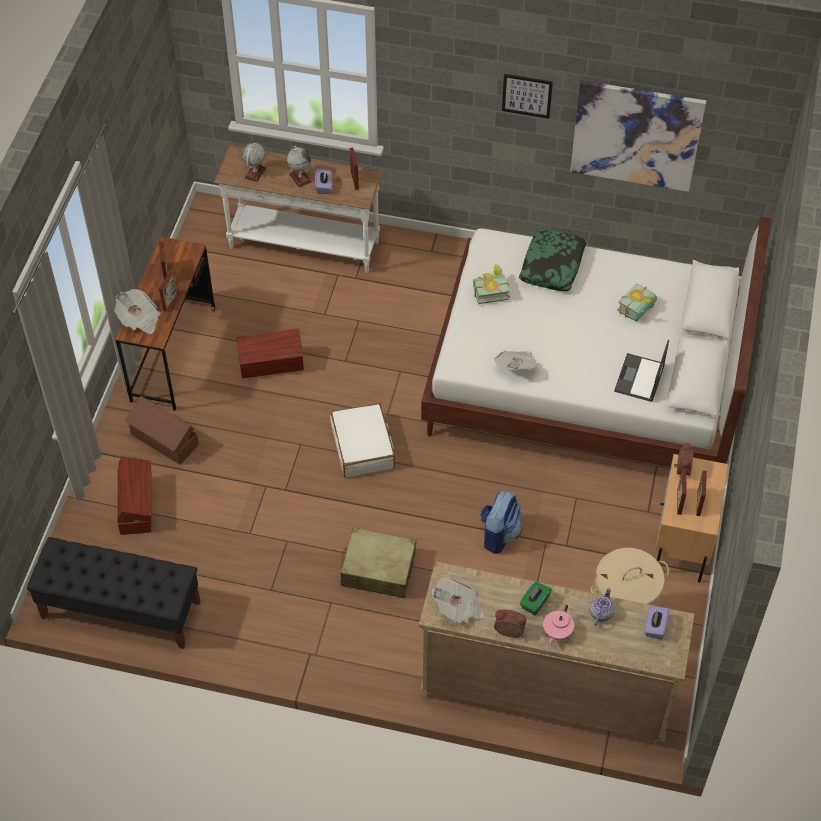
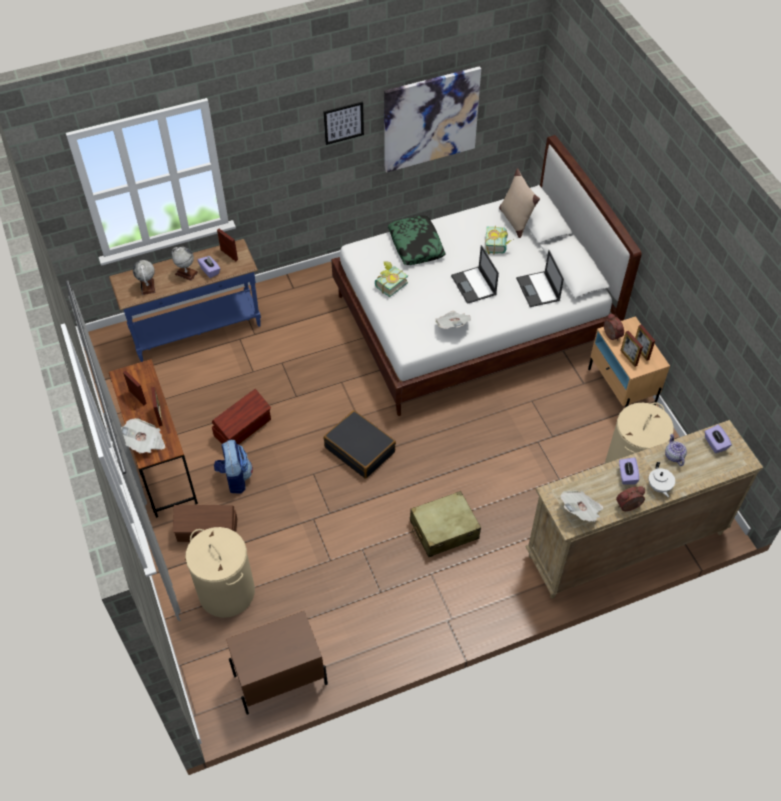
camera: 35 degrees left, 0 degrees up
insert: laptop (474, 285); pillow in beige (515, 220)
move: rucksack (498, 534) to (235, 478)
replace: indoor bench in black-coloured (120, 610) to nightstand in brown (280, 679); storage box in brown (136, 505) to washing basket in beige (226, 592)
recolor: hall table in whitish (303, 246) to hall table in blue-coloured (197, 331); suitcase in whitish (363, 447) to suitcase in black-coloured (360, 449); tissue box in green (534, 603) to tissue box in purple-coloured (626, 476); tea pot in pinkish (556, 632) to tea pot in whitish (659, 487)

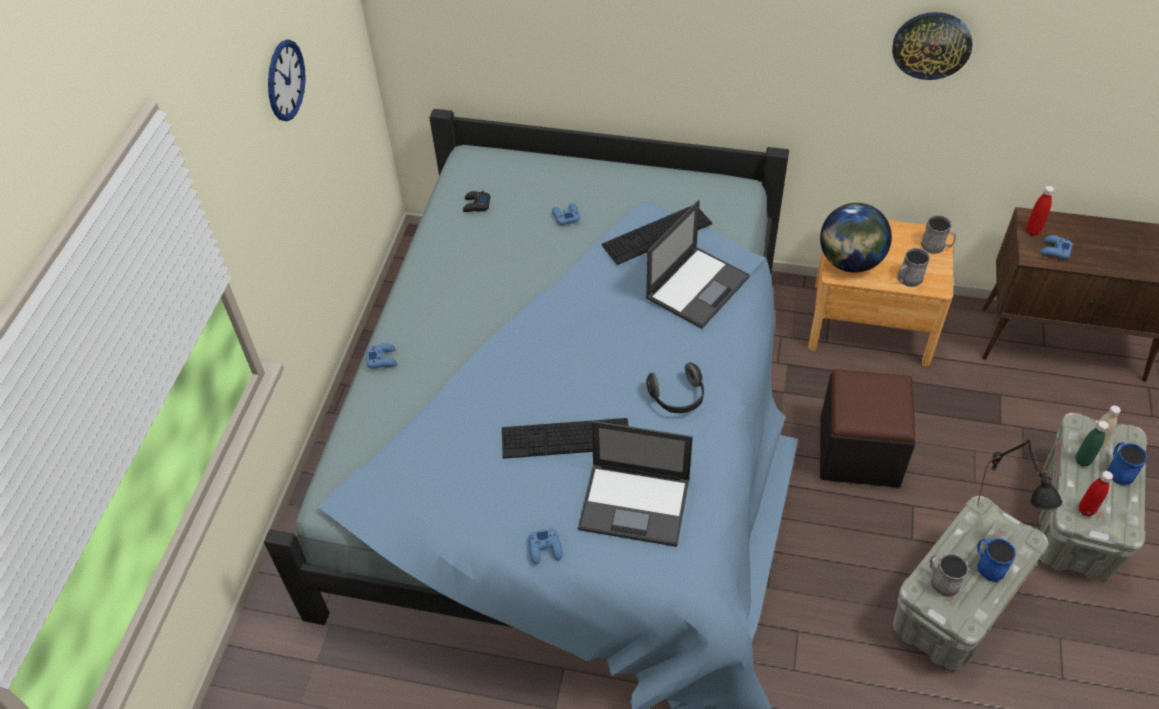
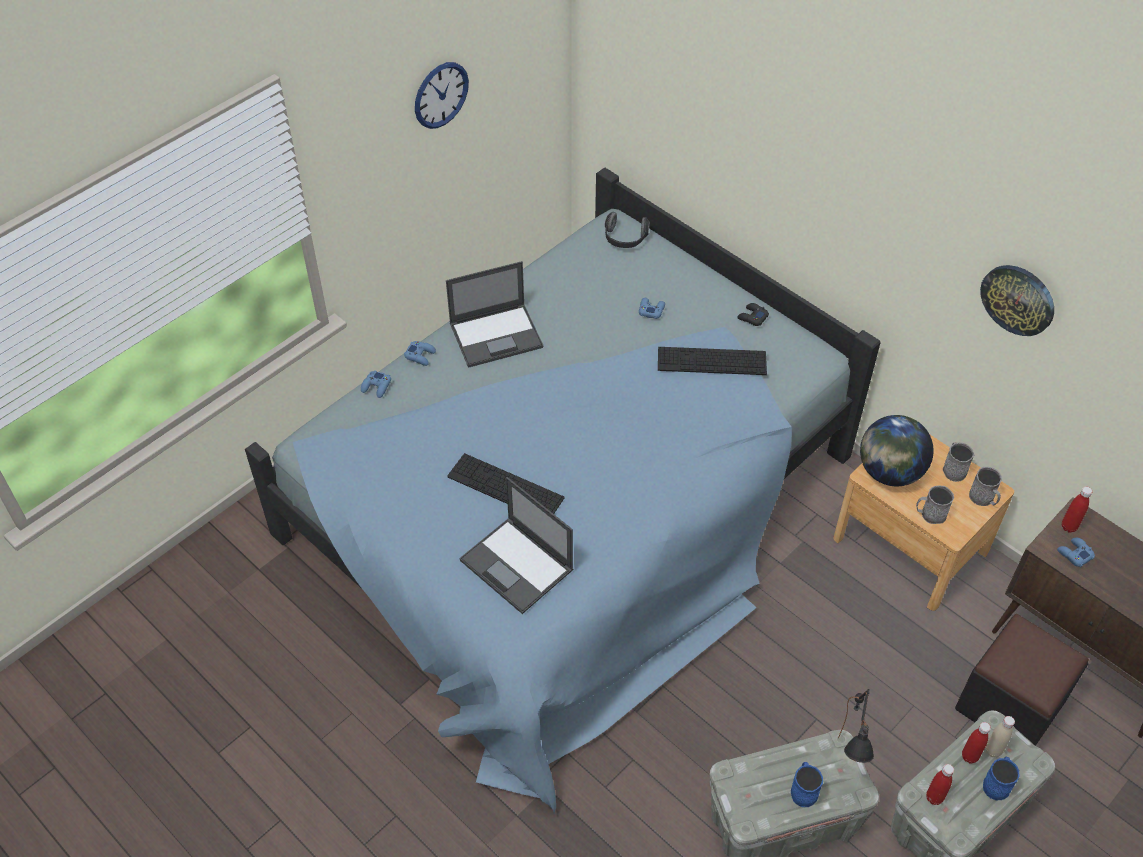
camera: 30 degrees right, 0 degrees up
move: joypad in black-coloured (476, 205) to (752, 317); joypad in blue-coloured (545, 549) to (376, 387); laptop (698, 286) to (497, 335); pair of headphones (677, 398) to (625, 239); pouffe in black-coloured (859, 451) to (1010, 705); coffee mug in greyish (941, 581) to (953, 468)
recolor: beverage bottle in green (1082, 460) to beverage bottle in red-coloured (969, 756)

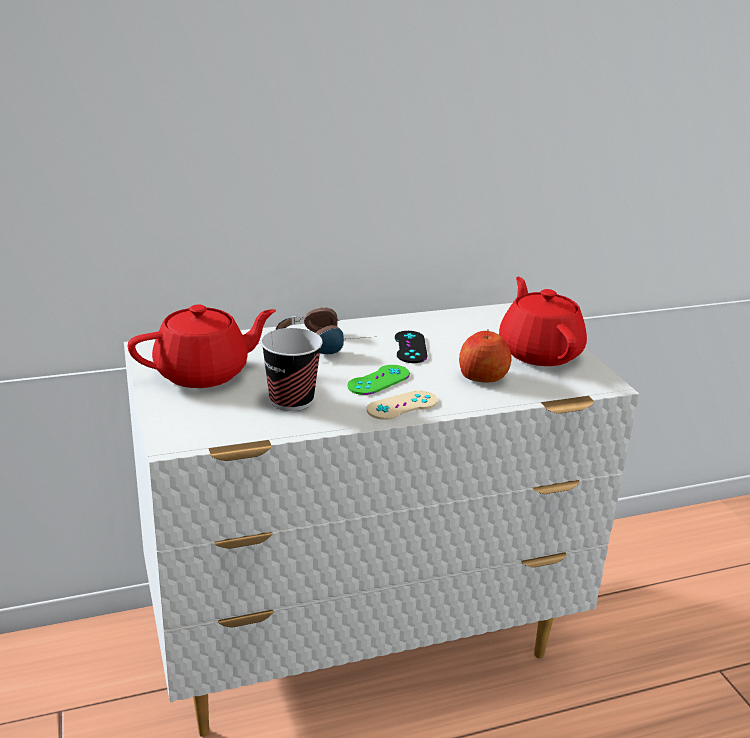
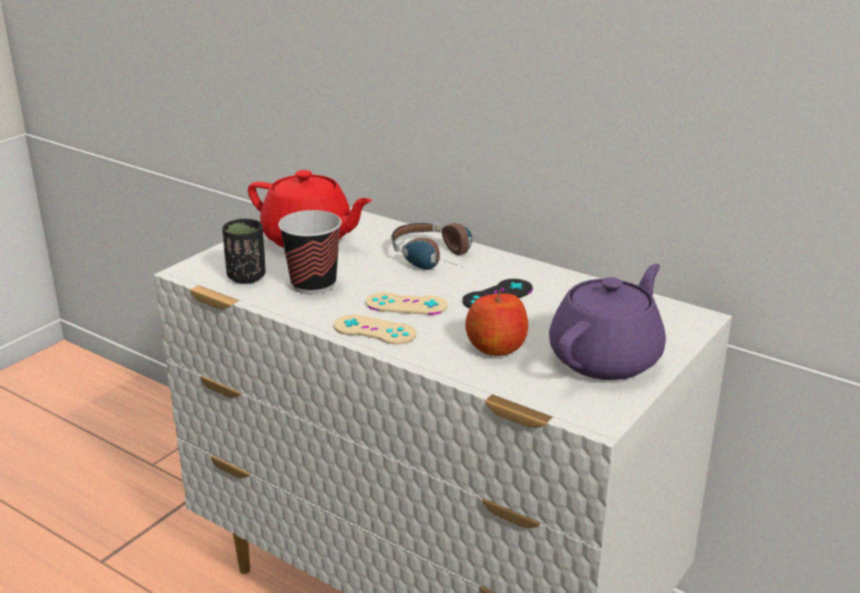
camera: 55 degrees right, 0 degrees up
insert: drinking cup in black-coloured (246, 277)
recolor: joypad in green (378, 380) to joypad in beige (406, 304); tea pot in red-coloured (539, 352) to tea pot in purple-coloured (607, 359)

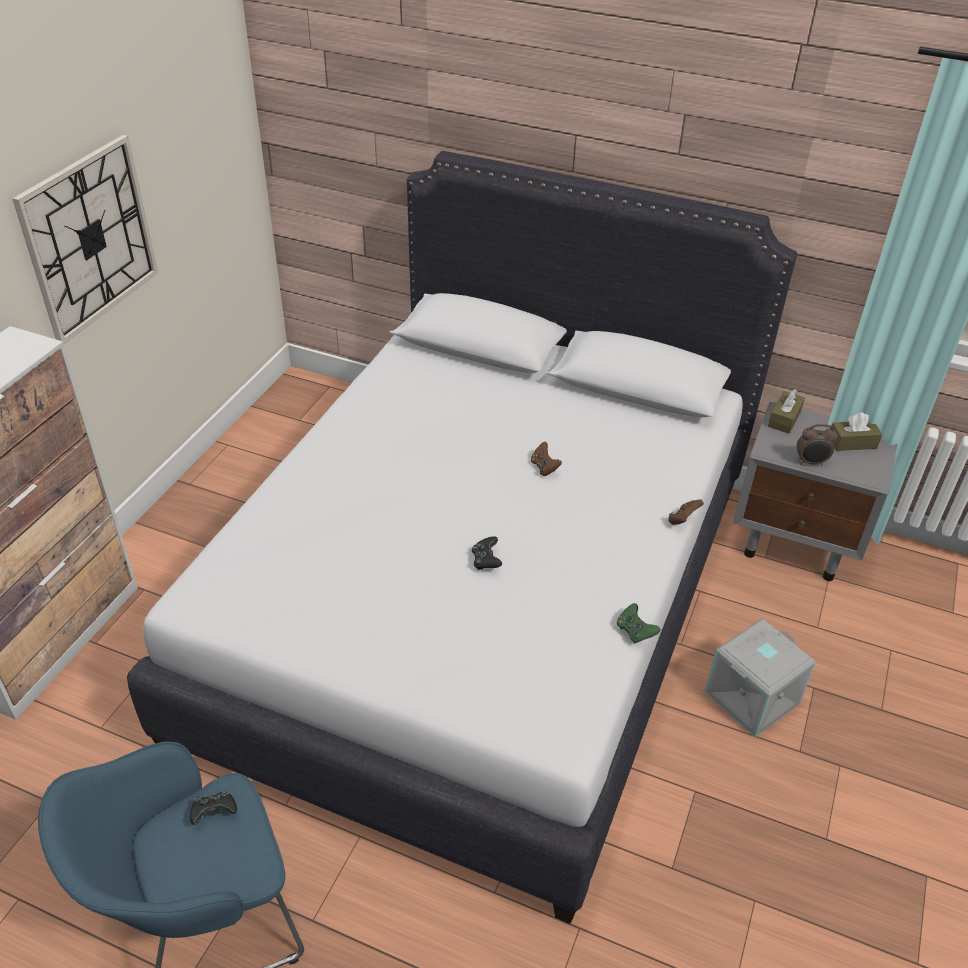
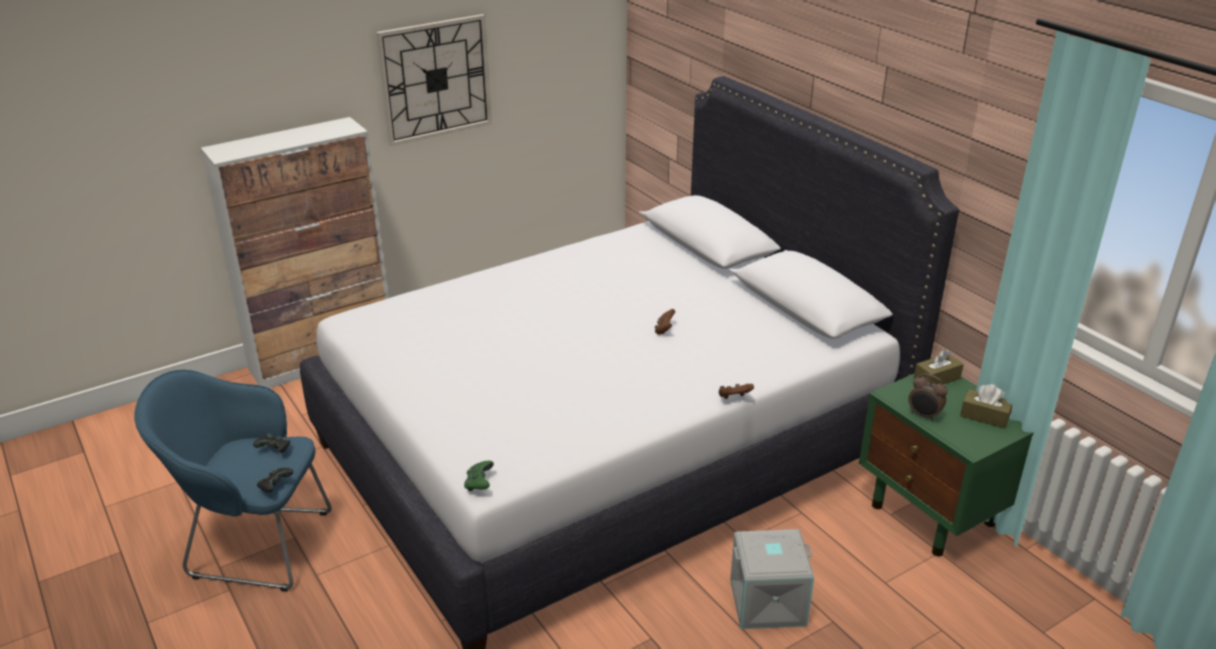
camera: 35 degrees right, 10 degrees down
move: joypad in black-coloured (486, 561) to (275, 486); joypad in green (635, 631) to (479, 484)
recolor: nightstand in greyish (796, 542) to nightstand in green (934, 515)

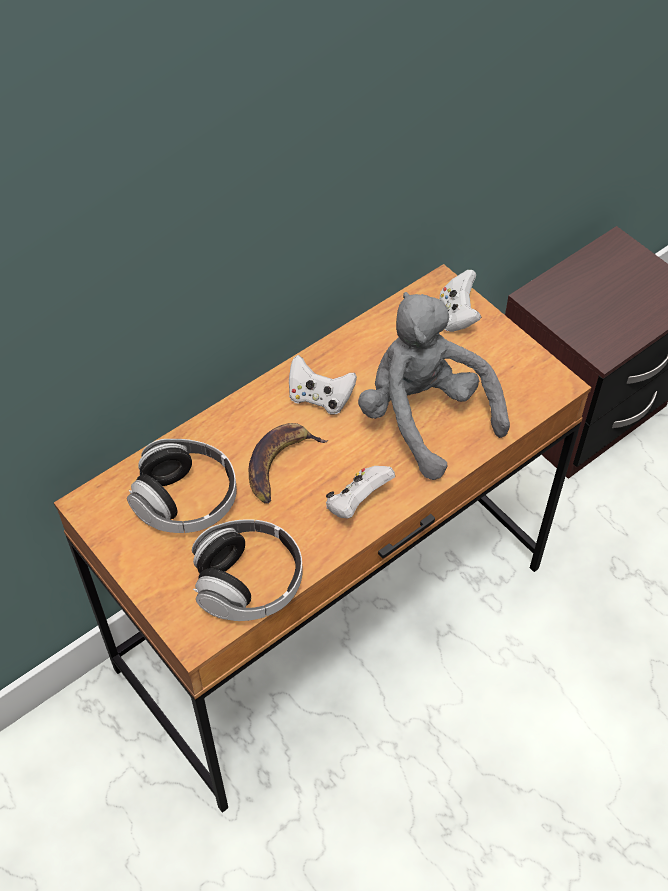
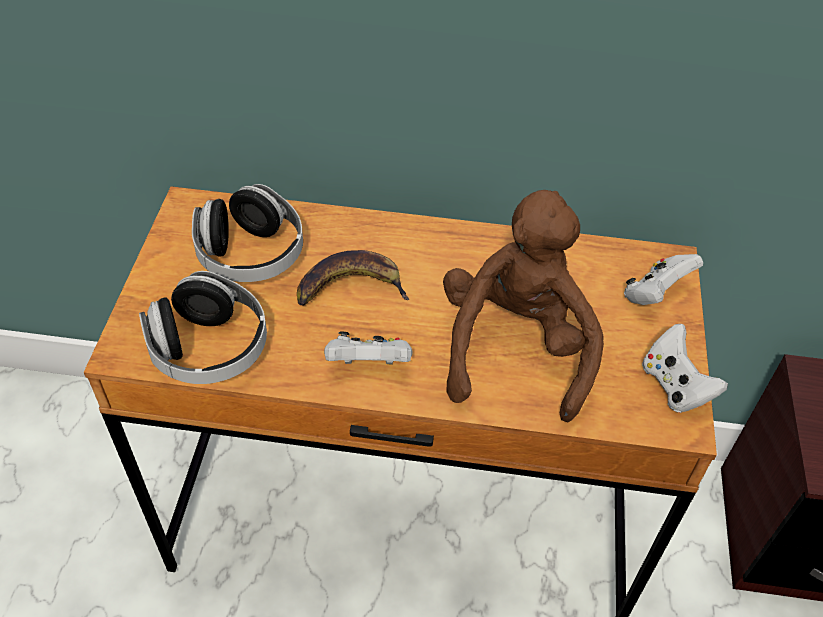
camera: 45 degrees right, 5 degrees down
move: joypad in whitish (320, 398) to (674, 385)
recolor: cuddly toy in greyish (424, 417) to cuddly toy in brown (515, 348)

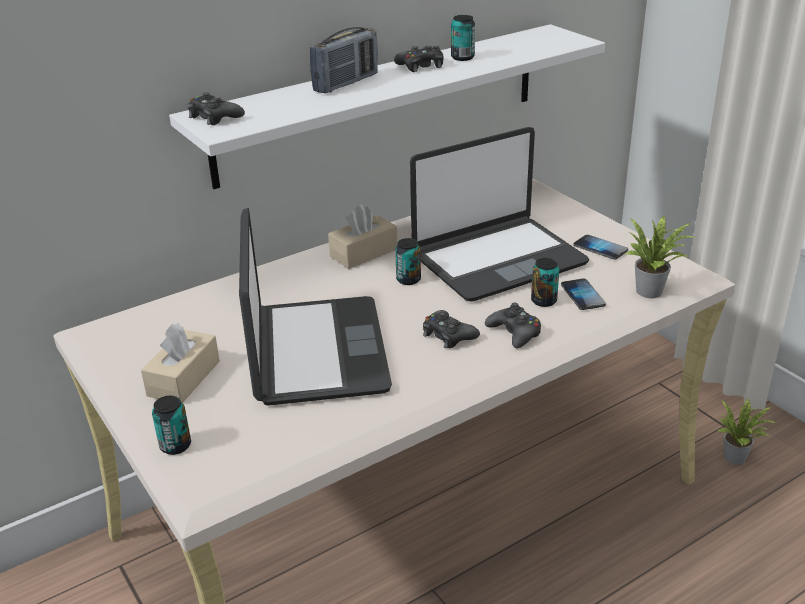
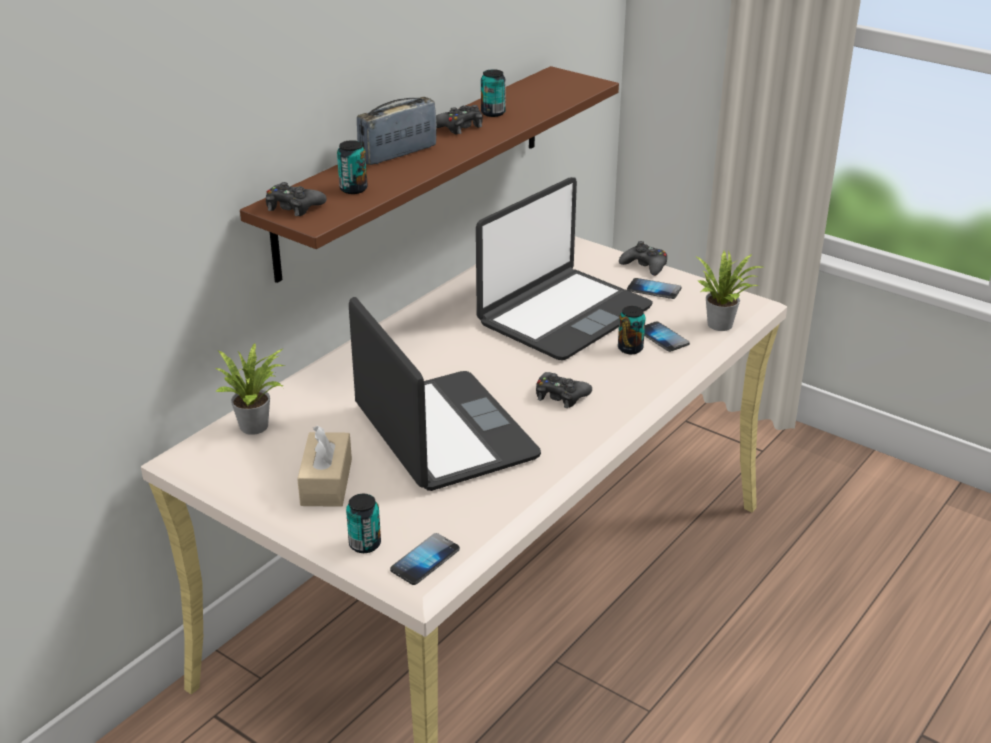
camera: 20 degrees left, 0 degrees up
delete: tissue box in beige (364, 253)
insert: phone (425, 560)
move: sealed can (408, 279) to (353, 189); joypad in black-coloured (514, 333) to (645, 266); plant in a pot (737, 457) to (258, 425)
recolor: shelf in whitish (382, 103) to shelf in brown (415, 168)
rotate: radio receiver (346, 83) = (398, 154) 150 degrees counterclockwise

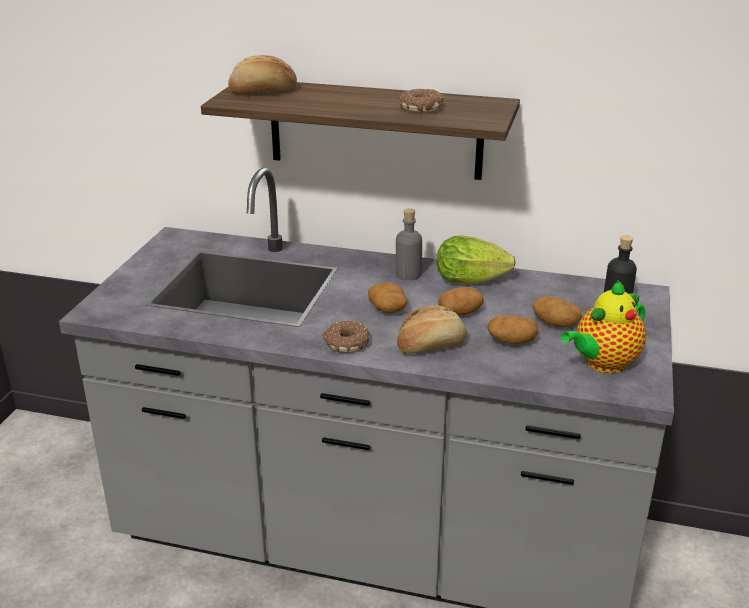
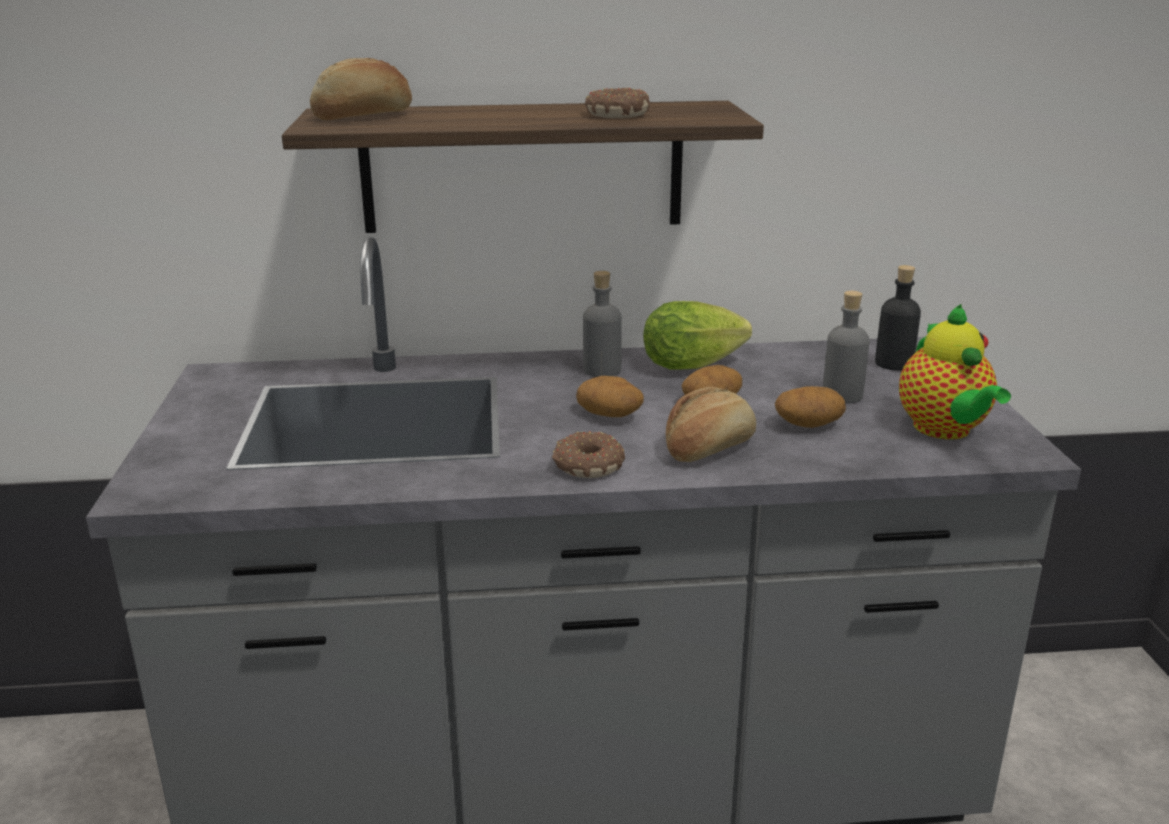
camera: 20 degrees left, 5 degrees down
replace: whole potato (555, 323) to beverage bottle in greyish (842, 395)
rotate: tea pot (602, 364) = (944, 430) 45 degrees counterclockwise

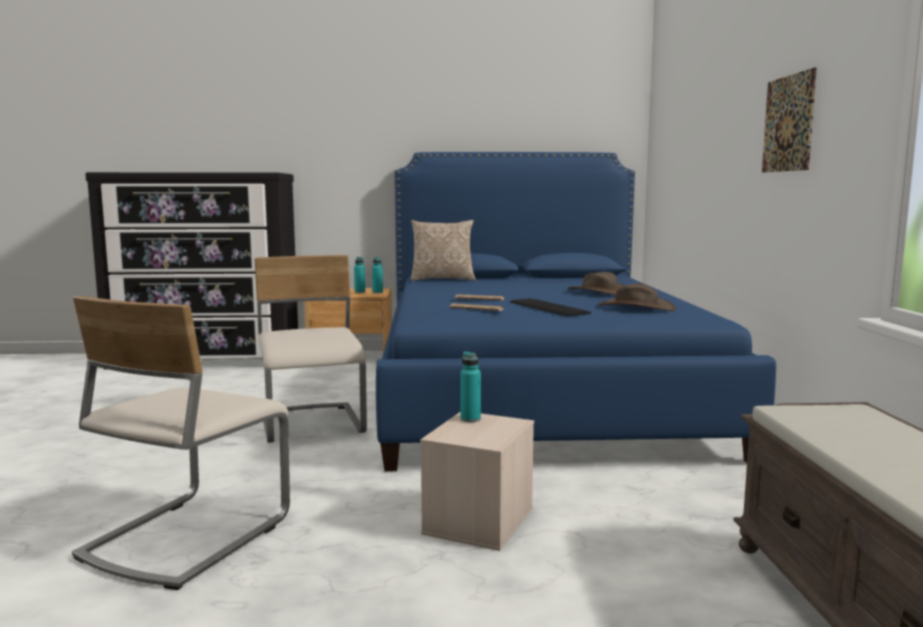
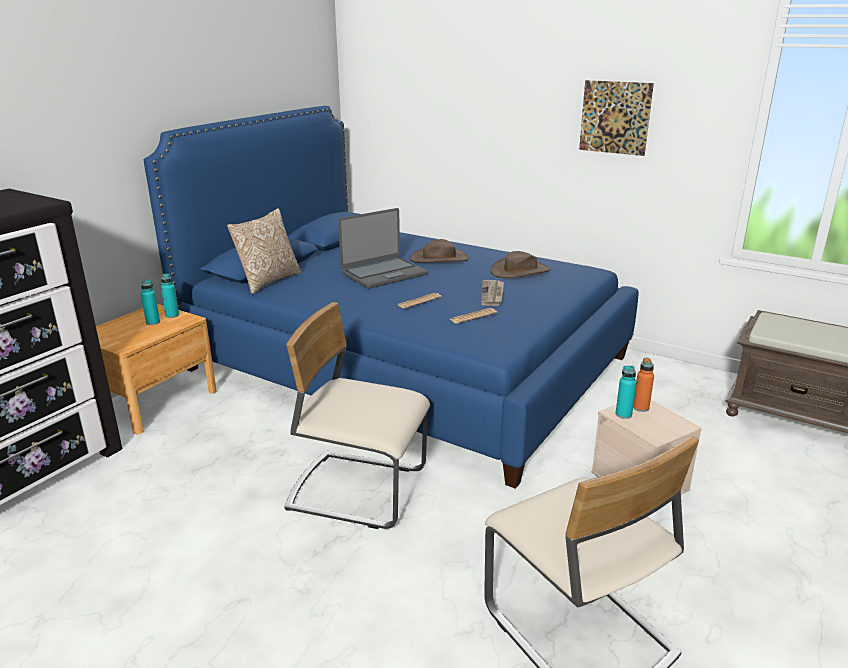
camera: 55 degrees left, 15 degrees up
insert: laptop (383, 274); beverage bottle in orangey (641, 407)
replace: PC keyboard (548, 308) to newspaper (492, 294)

